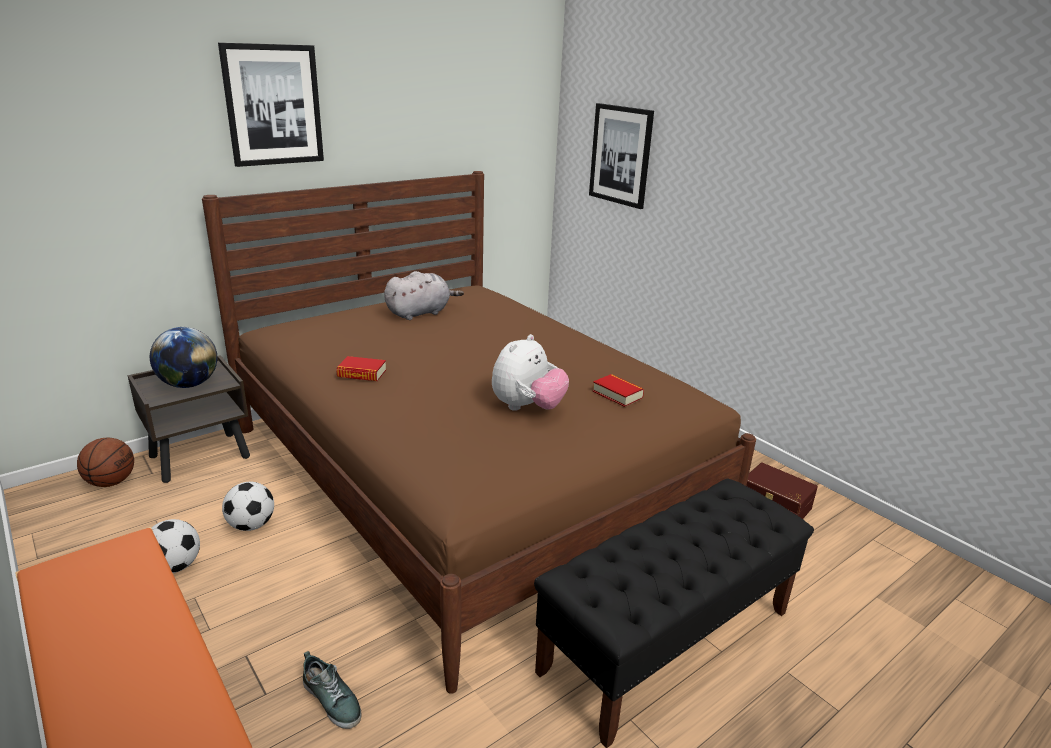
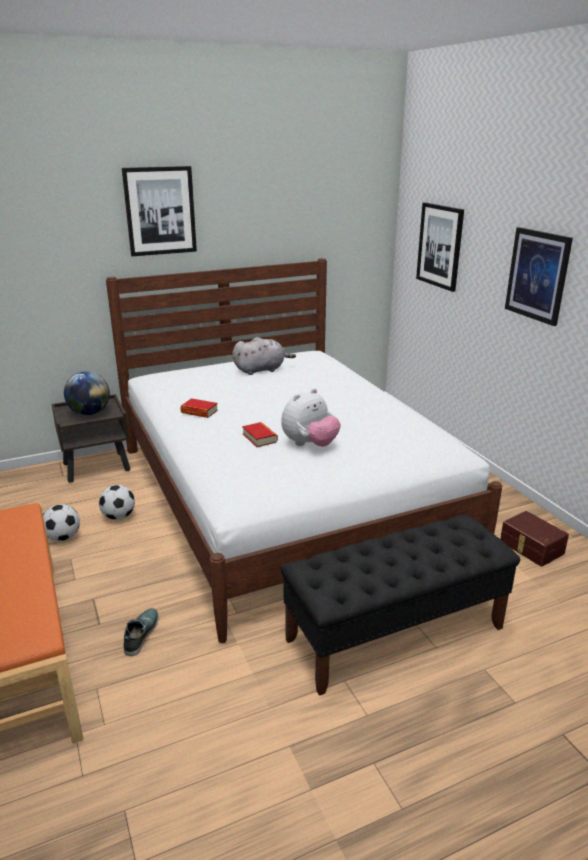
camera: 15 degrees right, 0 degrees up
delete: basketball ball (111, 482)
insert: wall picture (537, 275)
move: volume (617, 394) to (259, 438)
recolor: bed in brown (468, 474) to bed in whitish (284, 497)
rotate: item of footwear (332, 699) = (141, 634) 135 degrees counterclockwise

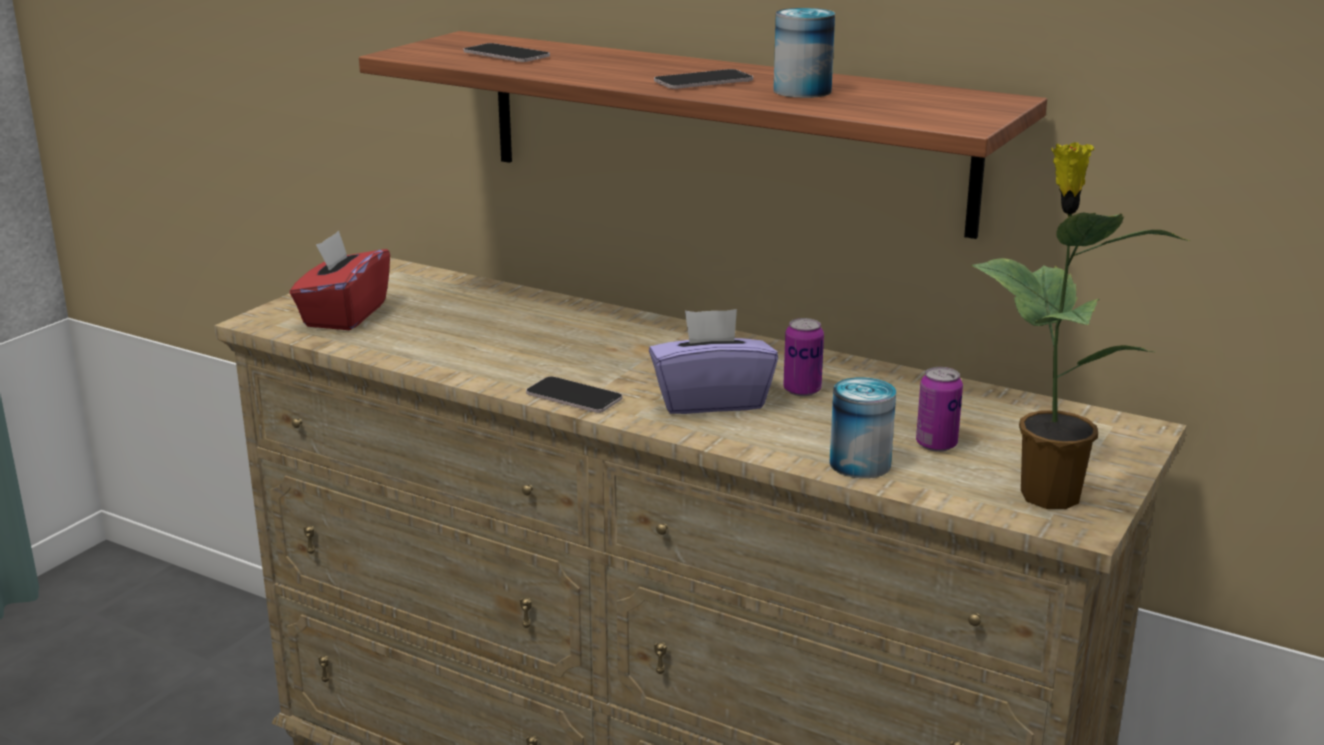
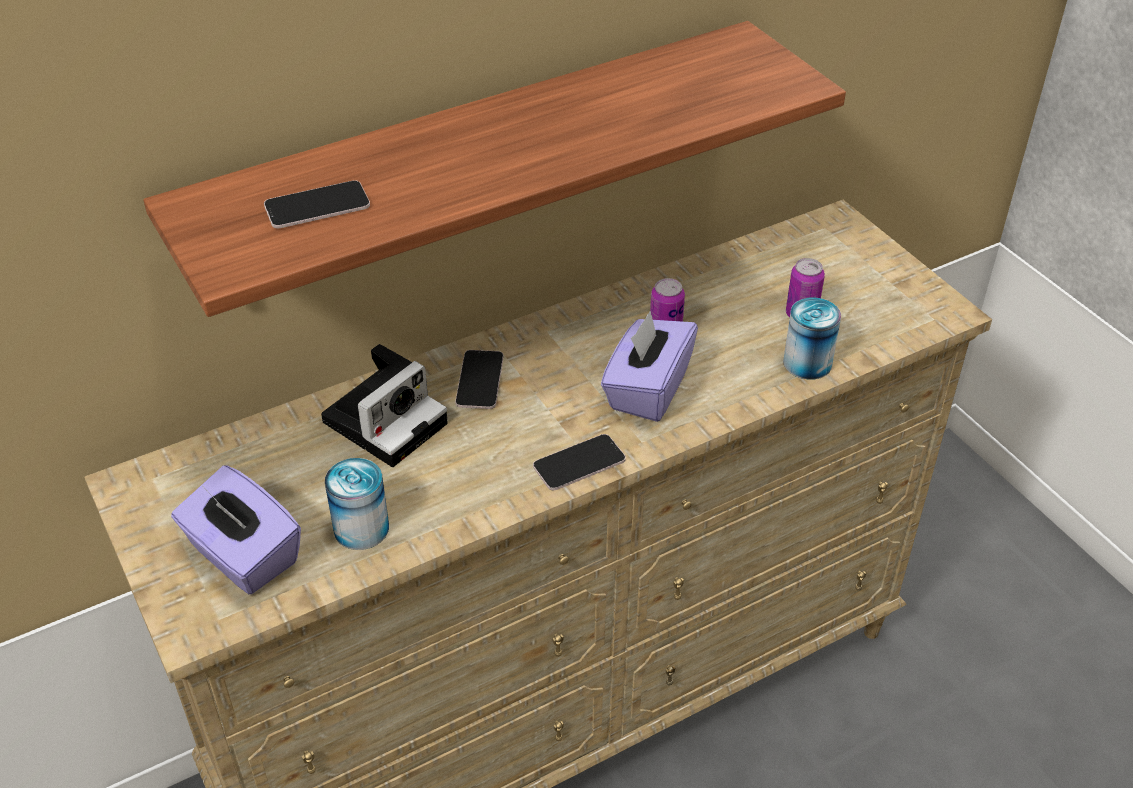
camera: 60 degrees left, 20 degrees up
delete: plant in a pot (1046, 493)
insert: photo camera (387, 419)
move: phone (703, 81) to (479, 380); sealed can (802, 91) to (361, 528)
recolor: tissue box in red-coloured (344, 315) to tissue box in purple-coloured (243, 556)

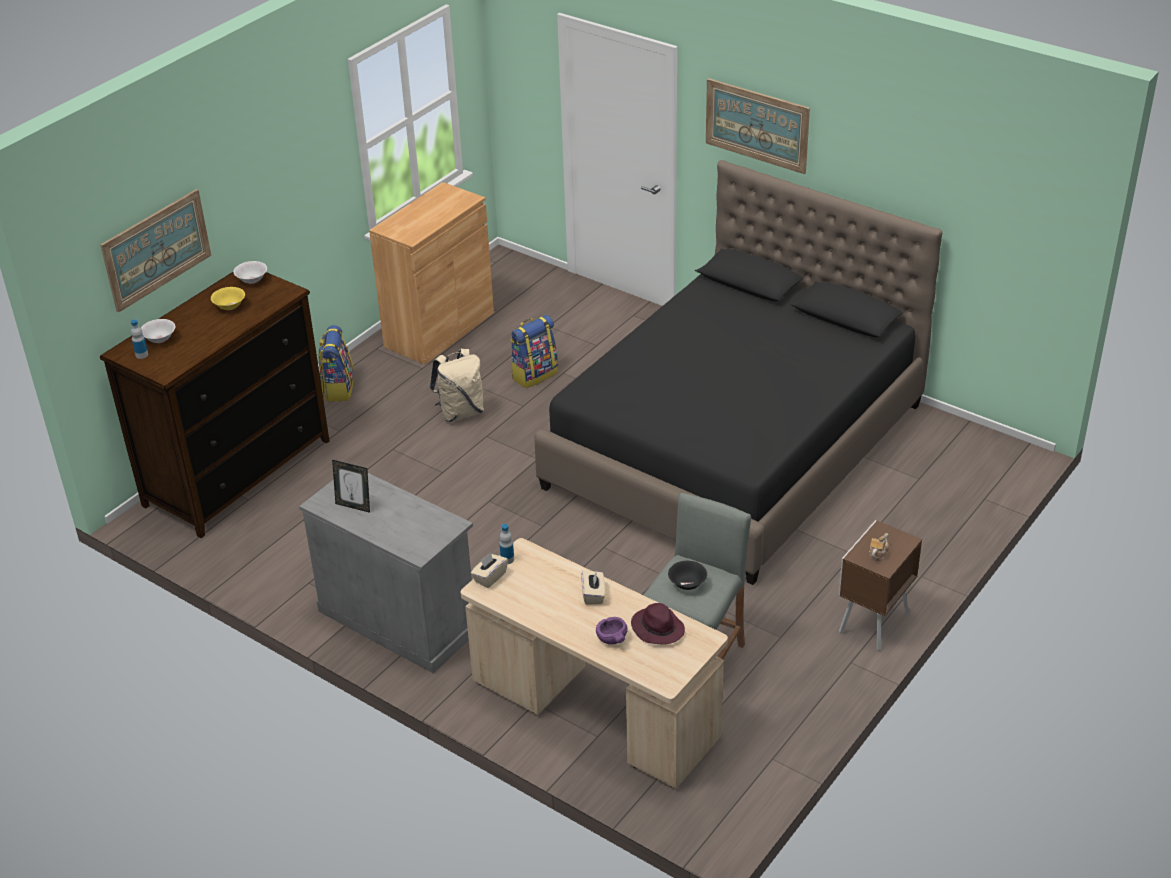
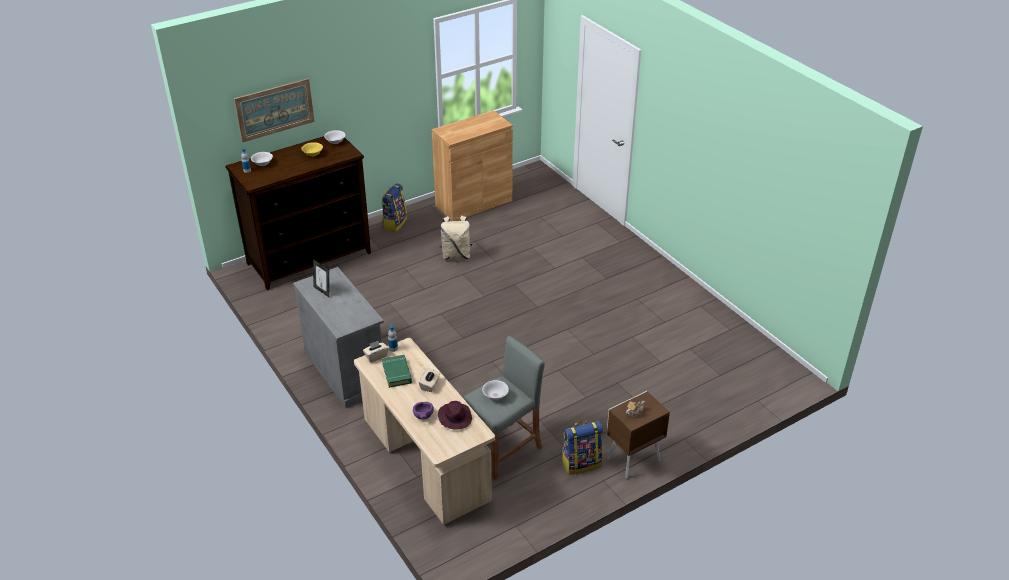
camera: 20 degrees right, 0 degrees up
delete: bed in black-coloured (735, 446); wall picture (757, 125)
insert: volume in green (397, 373)
move: rucksack (534, 375) to (581, 463)
recolor: deep dish in black-coloured (687, 584) to deep dish in whitish (495, 396)

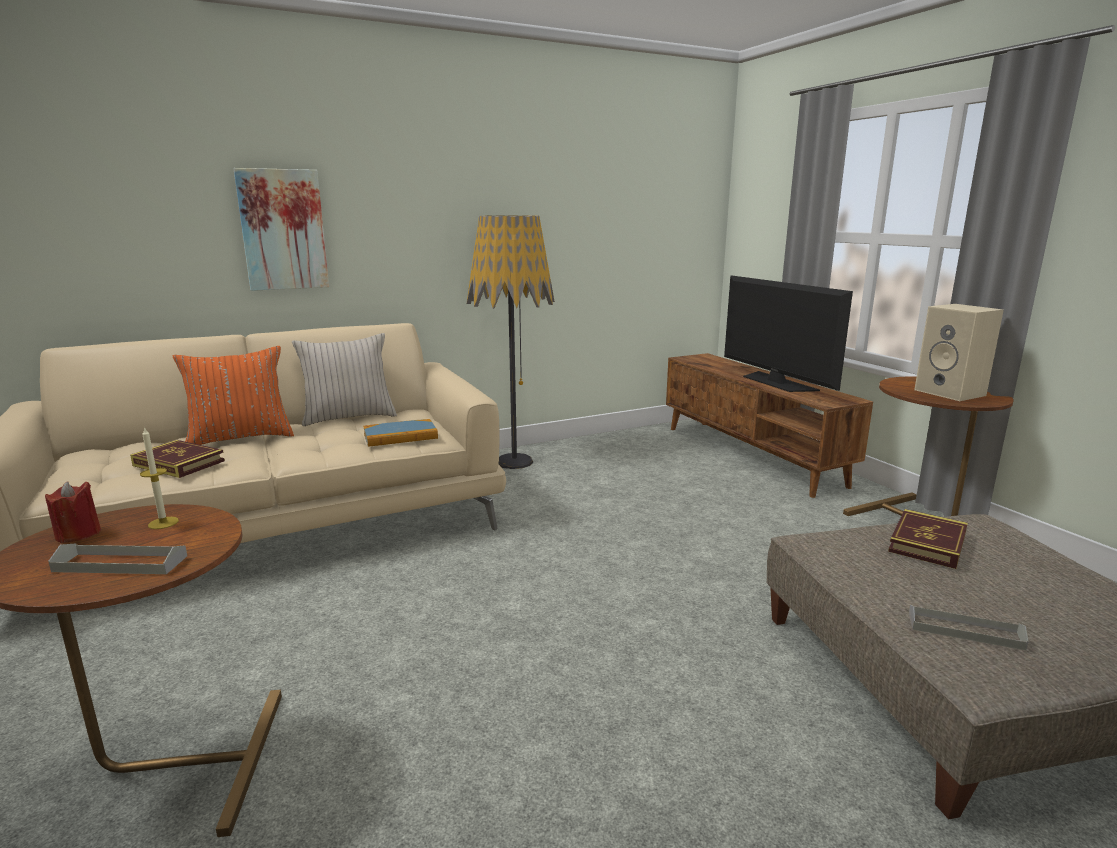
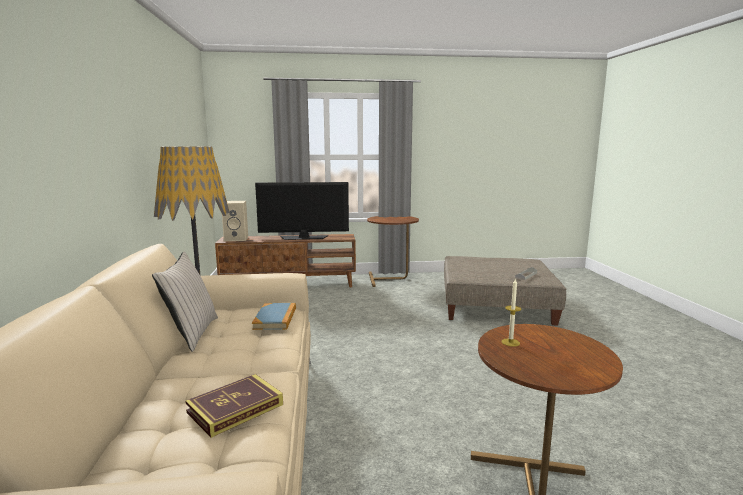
camera: 70 degrees left, 5 degrees down
delete: wax light in red-coloured (78, 534); tray in greyish (120, 563); pillow in orangey (240, 438); wall picture (283, 230); volume (927, 543)
move: audio speaker in beige (952, 393) to (237, 239)

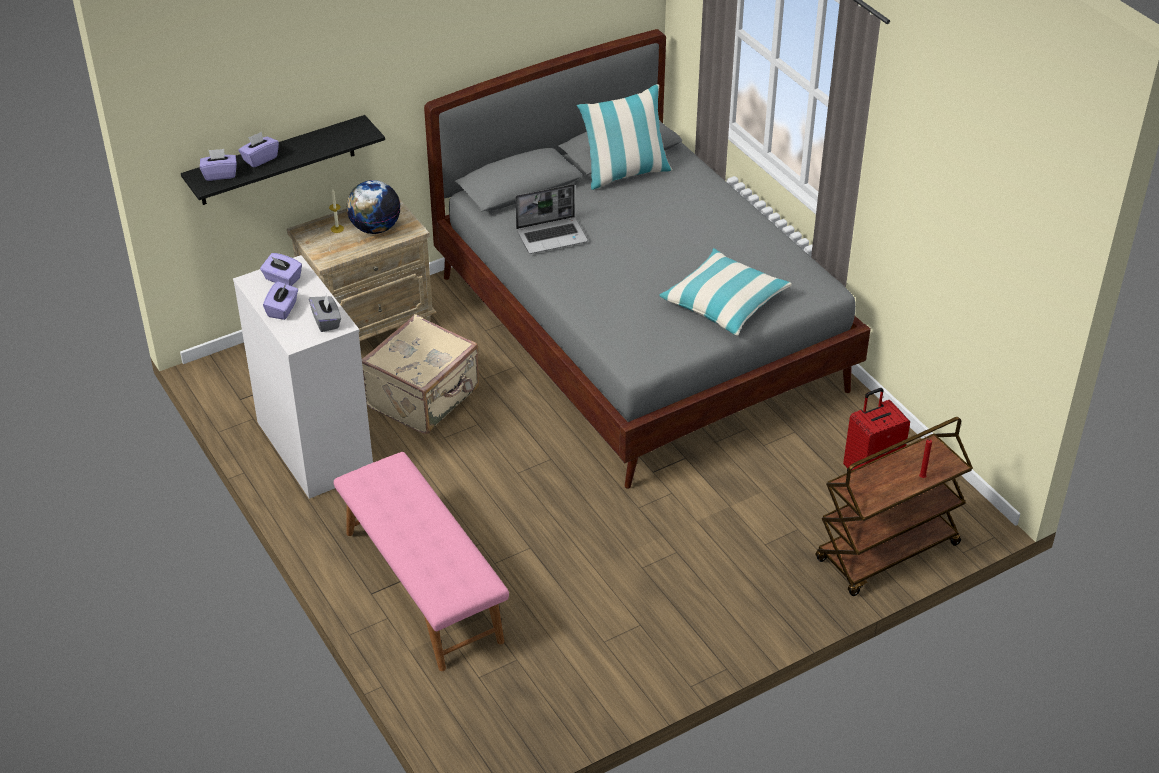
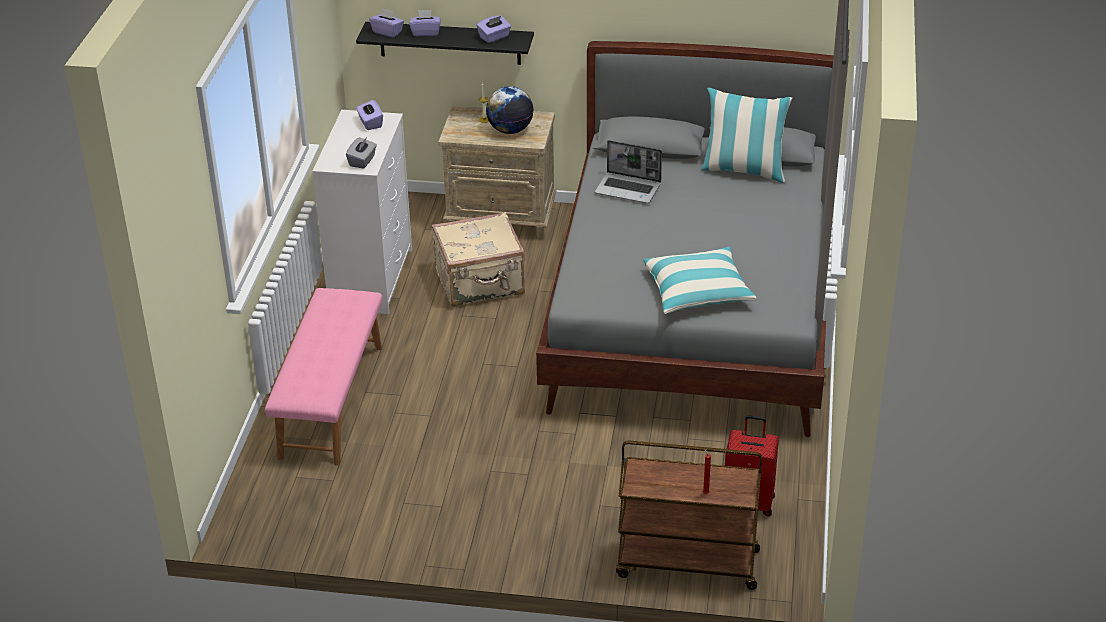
camera: 40 degrees right, 5 degrees down
move: tissue box in purple-coloured (282, 309) to (494, 37)

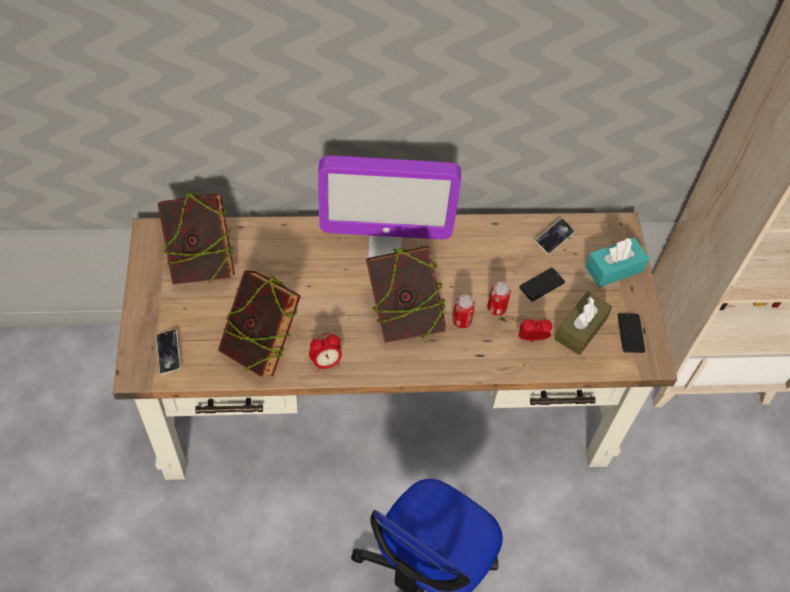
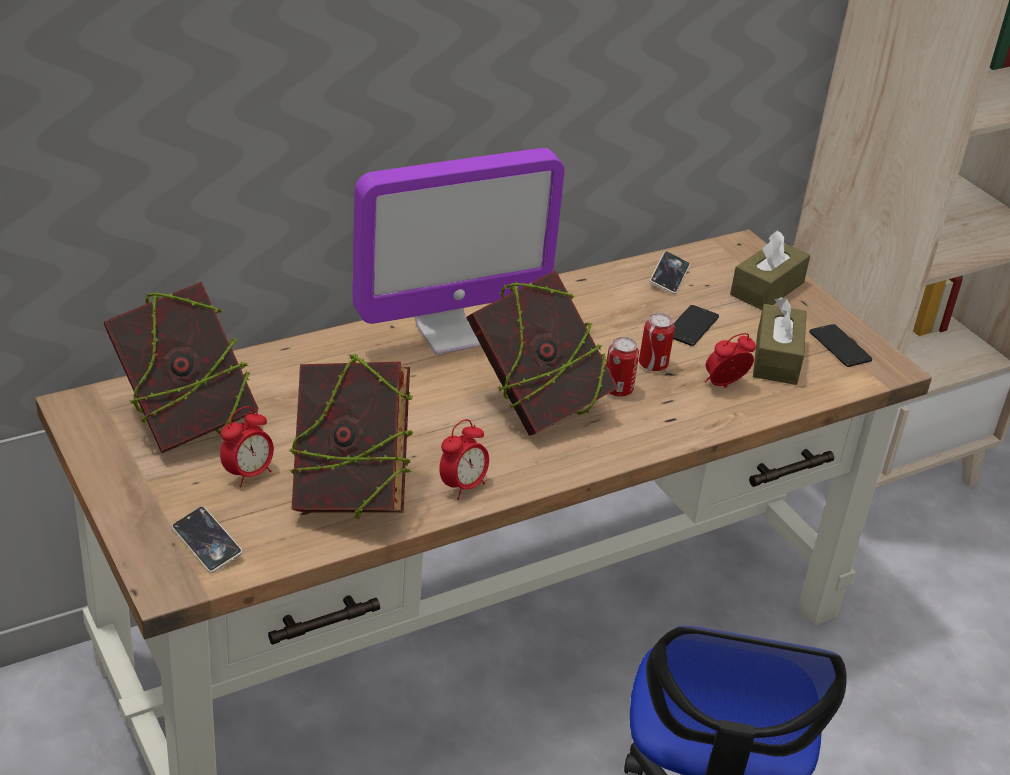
camera: 25 degrees left, 20 degrees down
insert: alarm clock (248, 474)
recolor: tissue box in turquoise (614, 269) to tissue box in brown (767, 289)

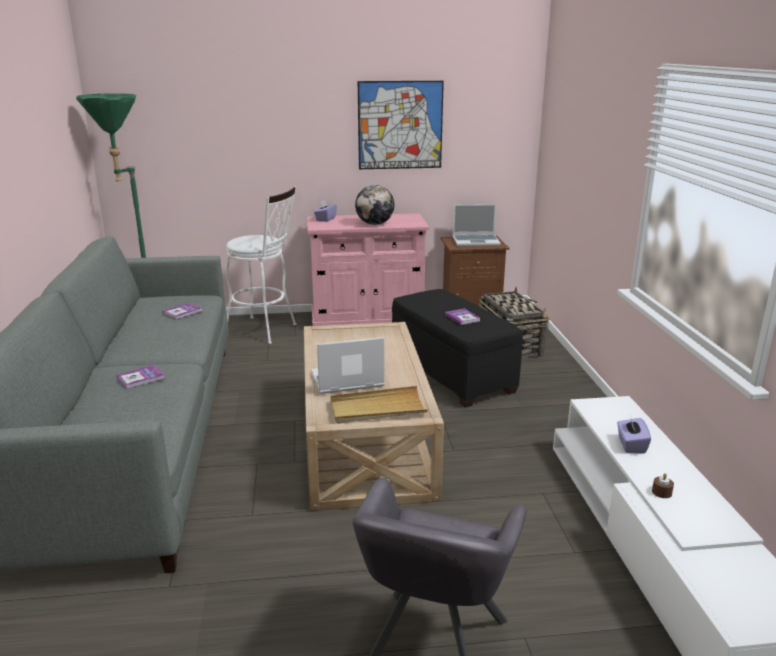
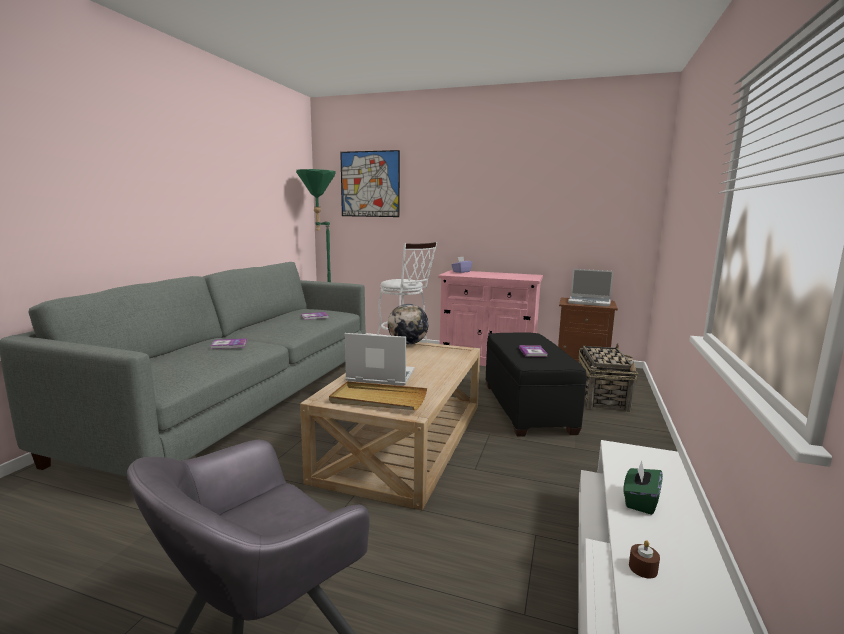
camera: 25 degrees right, 10 degrees down
move: globe (375, 224) to (408, 344); wall picture (400, 125) to (370, 184)
recolor: tissue box in purple-coloured (631, 445) to tissue box in green (640, 501)

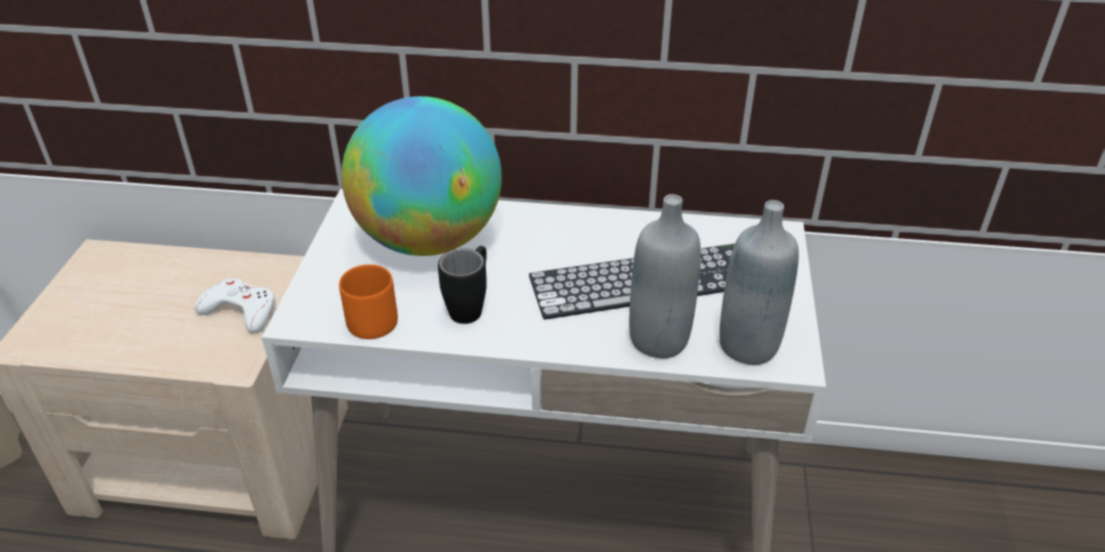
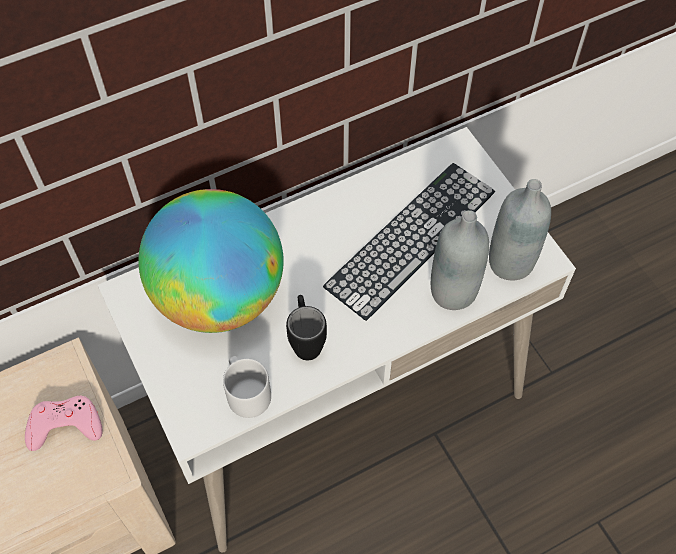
camera: 35 degrees left, 20 degrees up
recolor: joypad in whitish (240, 310) to joypad in pinkish (65, 425); coffee mug in orangey (374, 318) to coffee mug in greyish (247, 393)

